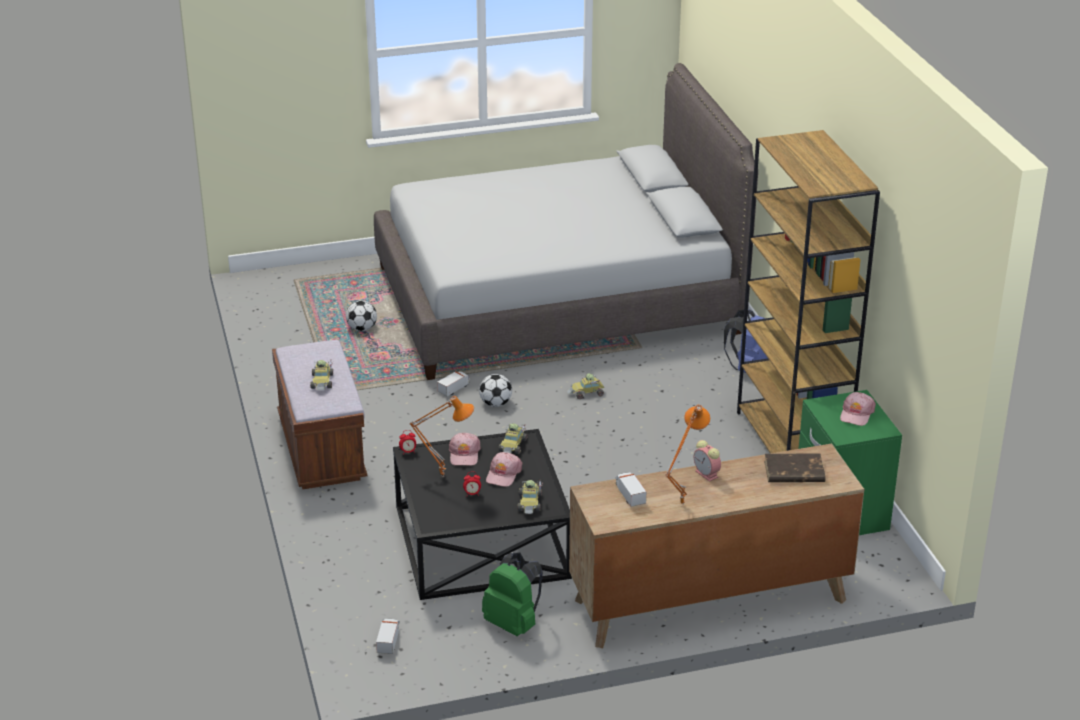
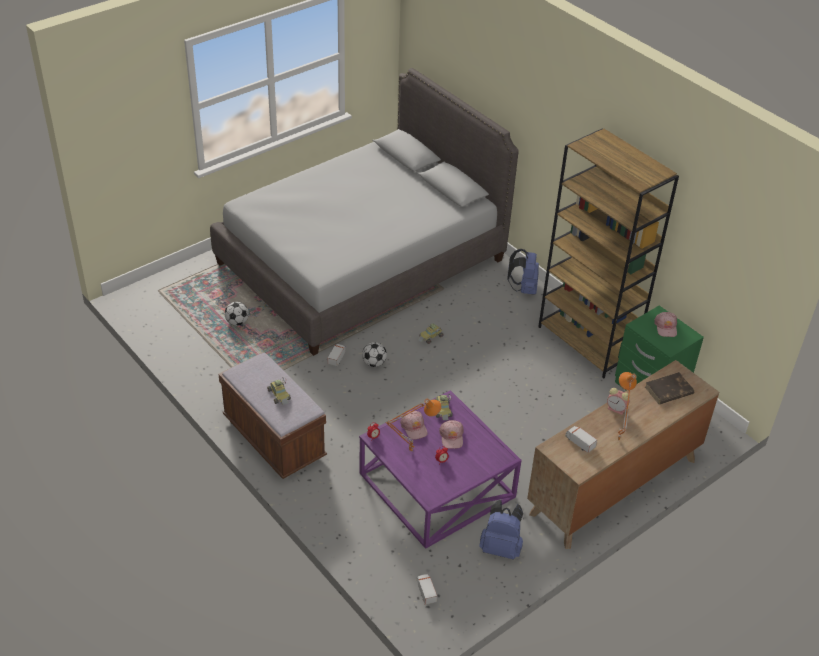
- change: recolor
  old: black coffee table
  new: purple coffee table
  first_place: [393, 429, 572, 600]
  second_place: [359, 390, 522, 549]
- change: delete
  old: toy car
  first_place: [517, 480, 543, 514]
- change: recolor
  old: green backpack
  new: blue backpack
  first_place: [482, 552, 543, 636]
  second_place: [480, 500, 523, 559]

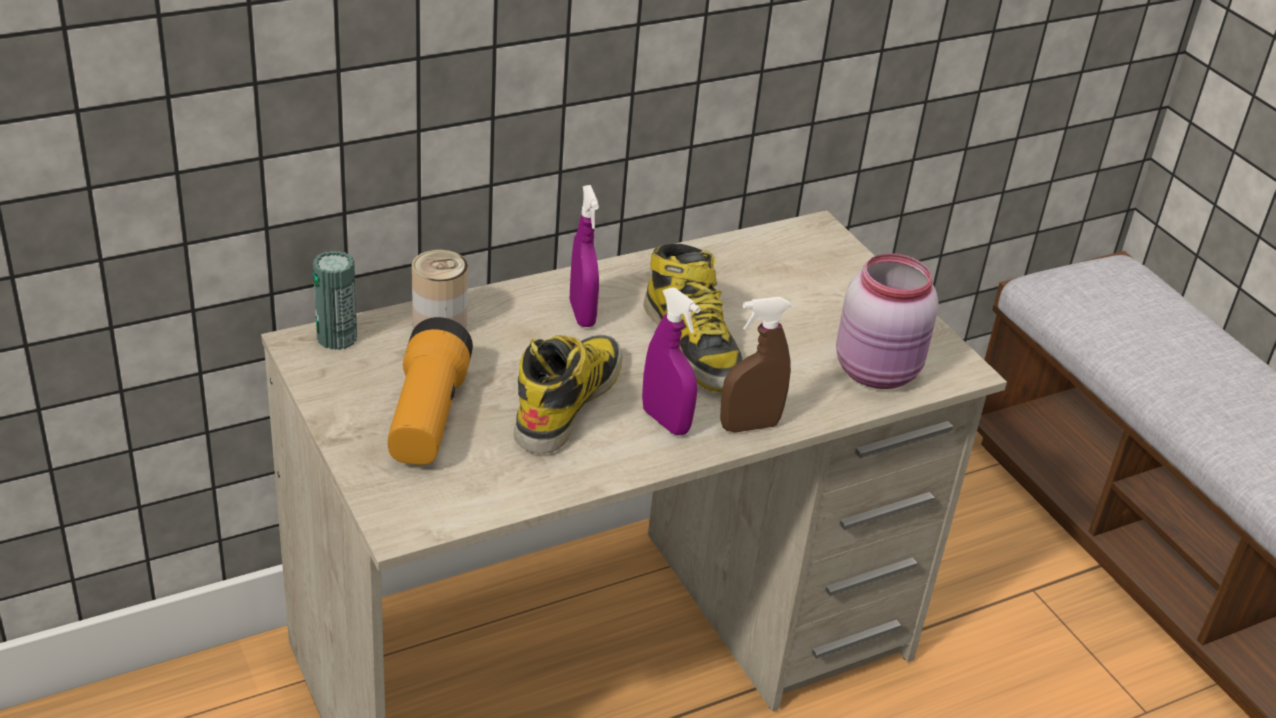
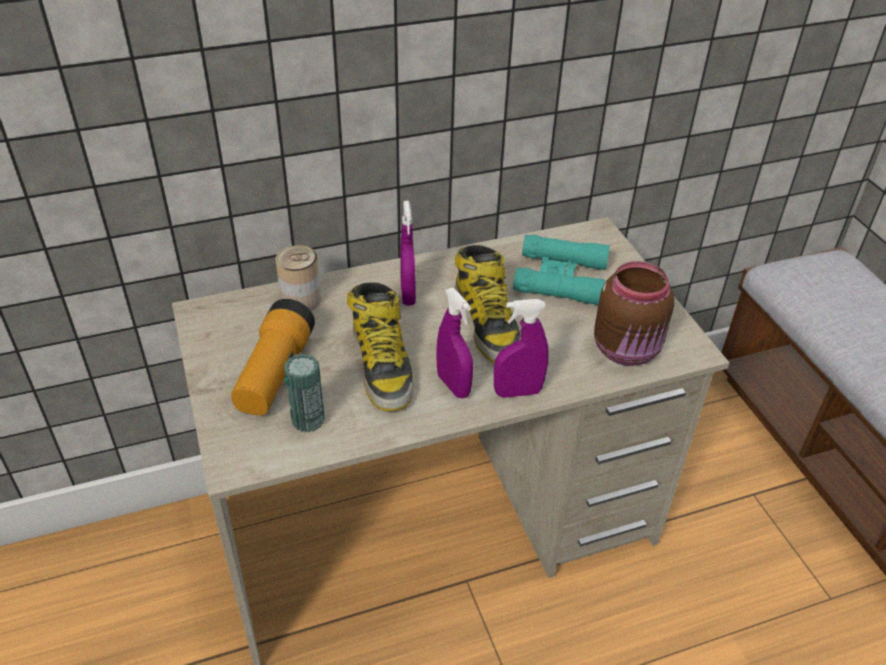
- change: move
  old: can
  first_place: [313, 251, 357, 350]
  second_place: [284, 354, 325, 432]
- change: recolor
  old: pink jar
  new: brown jar
  first_place: [836, 253, 939, 389]
  second_place: [594, 261, 674, 366]
- change: recolor
  old: brown spray bottle
  new: purple spray bottle
  first_place: [720, 297, 791, 433]
  second_place: [494, 299, 549, 398]
- change: rotate
  old: boot
  first_place: [514, 334, 623, 454]
  second_place: [347, 282, 414, 412]
  degrees: 135
- change: insert
  new: turquoise binoculars
  second_place: [513, 235, 610, 305]

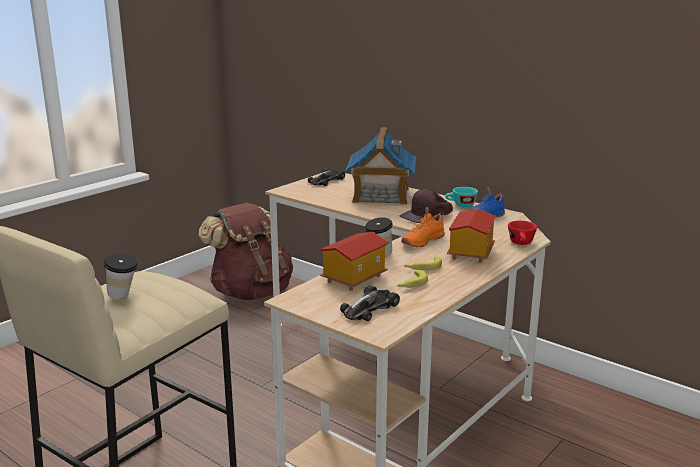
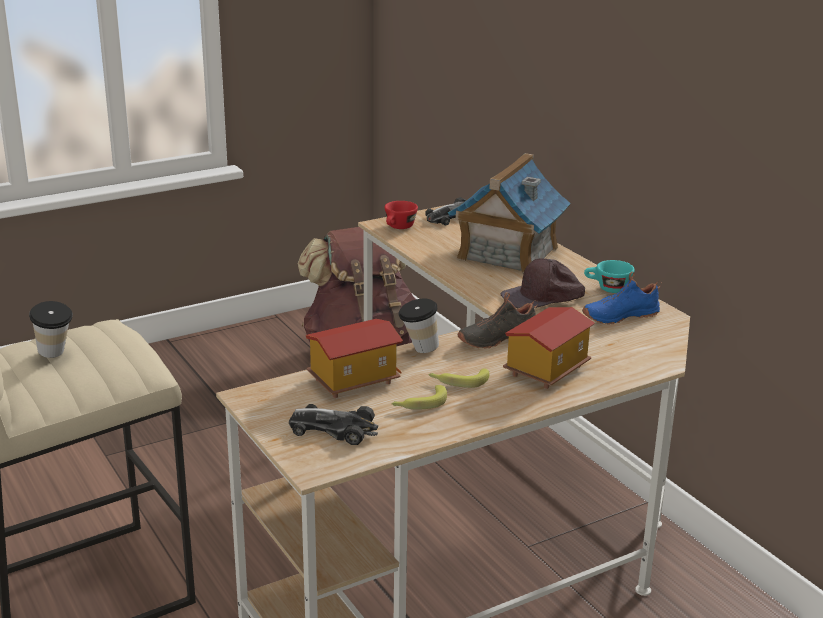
- change: recolor
  old: orange shoe
  new: black shoe
  first_place: [401, 207, 445, 247]
  second_place: [458, 292, 538, 349]
- change: move
  old: red cup
  first_place: [508, 221, 537, 245]
  second_place: [384, 201, 418, 229]
- change: rotate
  old: toy car
  first_place: [340, 285, 400, 321]
  second_place: [289, 404, 378, 445]
  degrees: 45

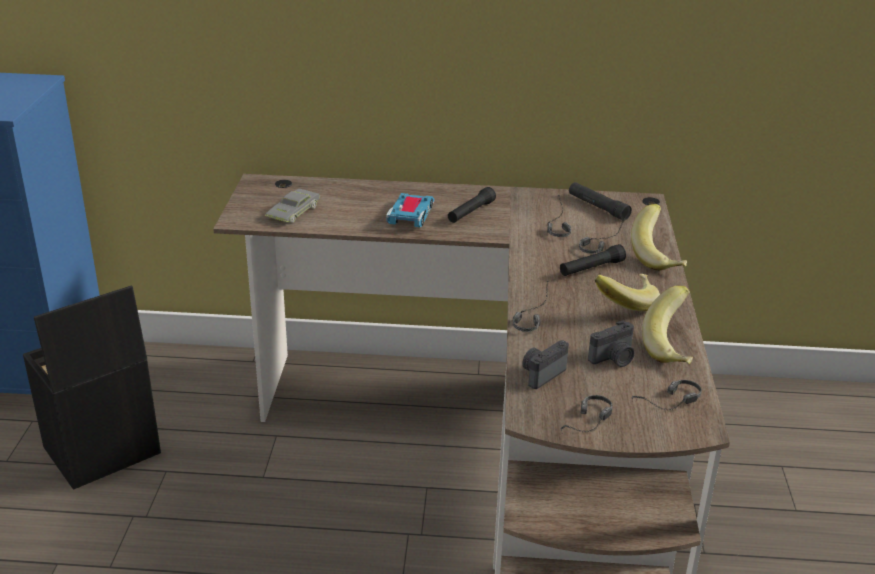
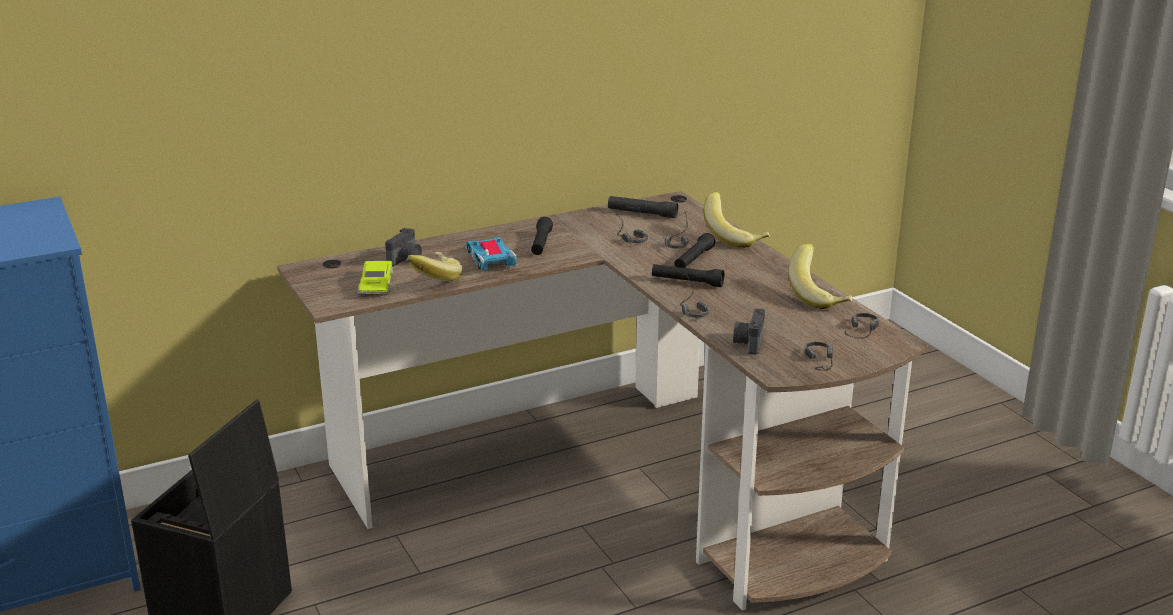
- change: recolor
  old: grey toy car
  new: green toy car
  first_place: [265, 189, 320, 223]
  second_place: [358, 261, 393, 294]
- change: move
  old: banana
  first_place: [594, 274, 660, 311]
  second_place: [406, 252, 463, 281]
- change: move
  old: photo camera
  first_place: [588, 320, 635, 367]
  second_place: [385, 228, 422, 266]
- change: insert
  new: black flashlight
  second_place: [652, 264, 724, 287]

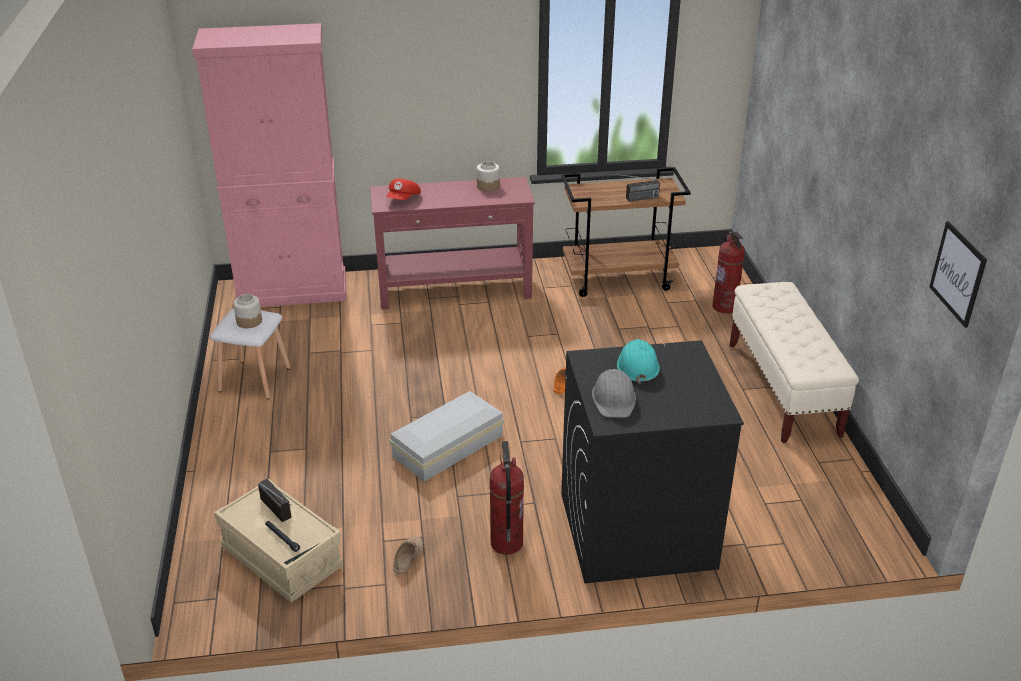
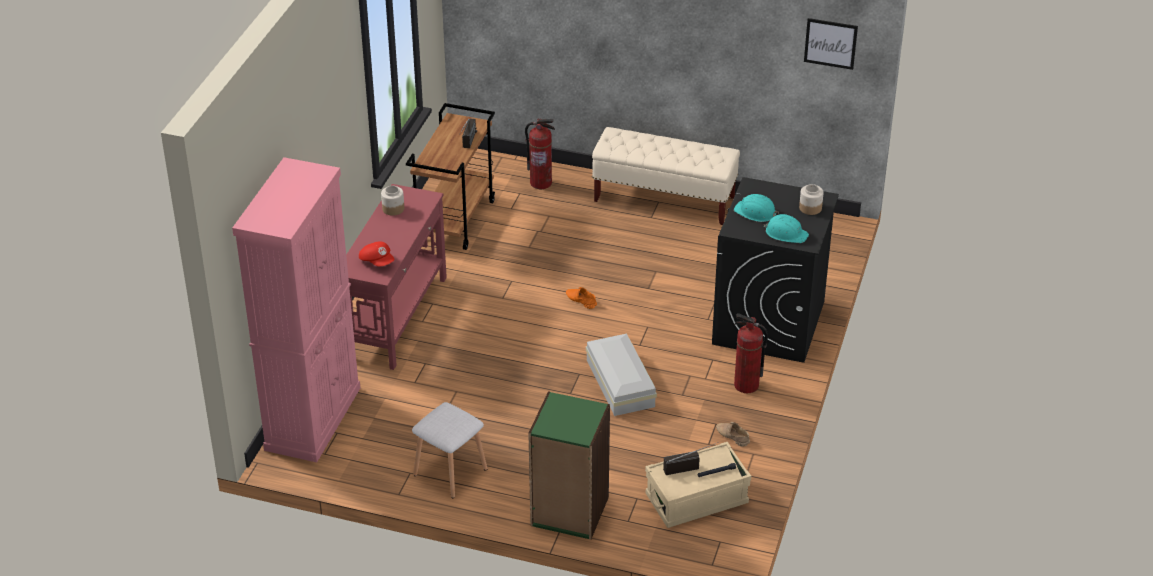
- change: move
  old: jar
  first_place: [233, 294, 262, 328]
  second_place: [799, 184, 824, 215]
- change: recolor
  old: grey hard hat
  new: turquoise hard hat
  first_place: [592, 369, 636, 418]
  second_place: [764, 214, 809, 243]
- change: insert
  new: green bookcase
  second_place: [528, 391, 610, 540]

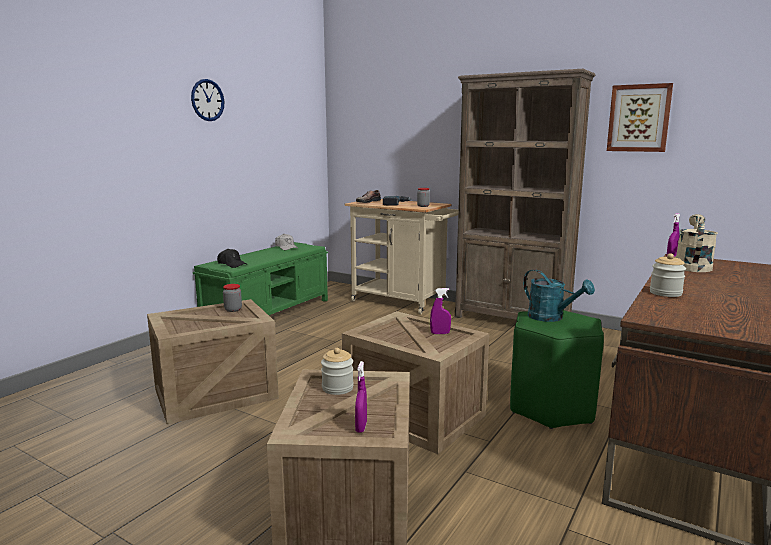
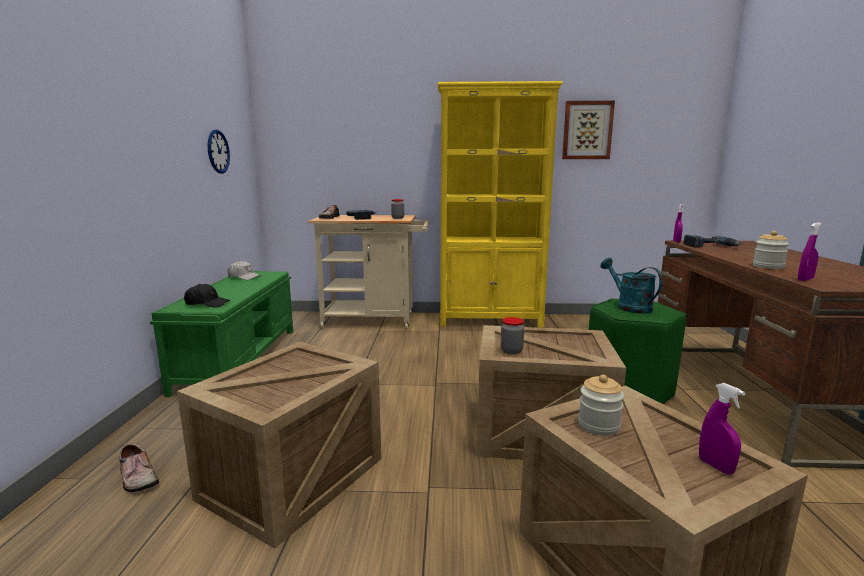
- change: recolor
  old: brown bookcase
  new: yellow bookcase
  first_place: [455, 69, 596, 320]
  second_place: [438, 81, 563, 328]
- change: move
  old: wall clock
  first_place: [191, 79, 224, 121]
  second_place: [208, 130, 230, 174]
- change: replace
  old: beige watering can
  new: power drill
  first_place: [676, 214, 718, 272]
  second_place: [684, 235, 741, 248]
- change: rotate
  old: turquoise watering can
  first_place: [523, 269, 595, 322]
  second_place: [601, 258, 663, 314]
  degrees: -135
- change: move
  old: jar
  first_place: [223, 284, 242, 312]
  second_place: [500, 317, 524, 354]
- change: move
  old: purple spray bottle
  first_place: [430, 288, 451, 334]
  second_place: [798, 222, 822, 281]
- change: insert
  new: shoe
  second_place: [119, 444, 159, 492]

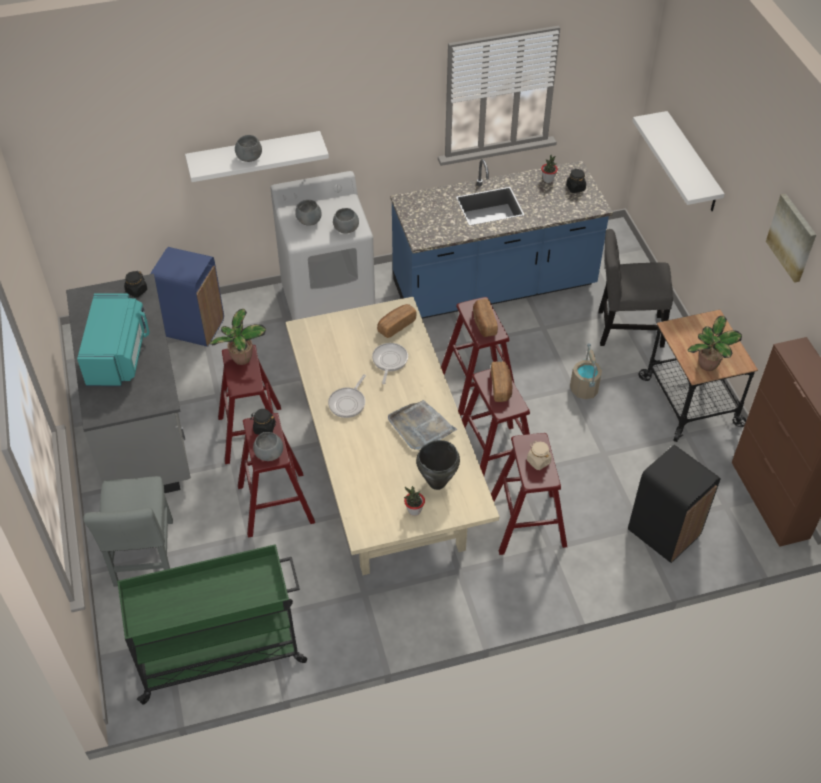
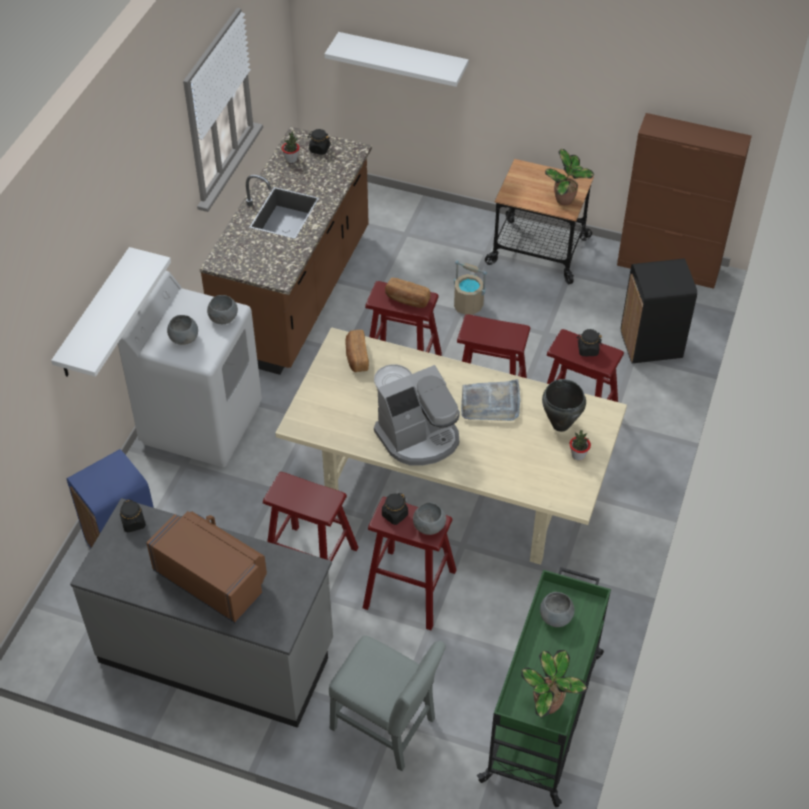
- change: move
  old: grey bowl
  first_place: [235, 135, 262, 162]
  second_place: [540, 592, 574, 627]
- change: recolor
  old: blue counter
  new: brown counter
  first_place: [390, 159, 613, 319]
  second_place: [200, 127, 372, 375]
- change: delete
  old: picture
  first_place: [766, 194, 816, 283]
- change: delete
  old: grey chair
  first_place: [598, 229, 673, 347]
- change: recolor
  old: turquoise microwave
  new: brown microwave
  first_place: [77, 293, 150, 386]
  second_place: [146, 511, 267, 623]
- change: move
  old: potted plant
  first_place: [210, 309, 266, 365]
  second_place: [521, 650, 587, 718]
- change: delete
  old: bread
  first_place: [491, 361, 513, 402]
- change: replace
  old: frying pan
  new: coffee machine
  first_place: [328, 374, 366, 418]
  second_place: [374, 365, 460, 466]
- change: recolor
  old: beige jar
  new: black jar
  first_place: [527, 441, 552, 470]
  second_place: [577, 329, 602, 356]

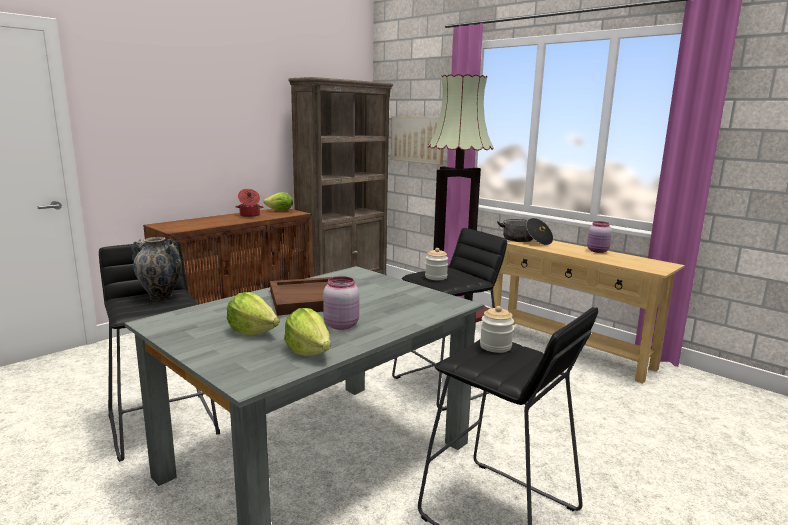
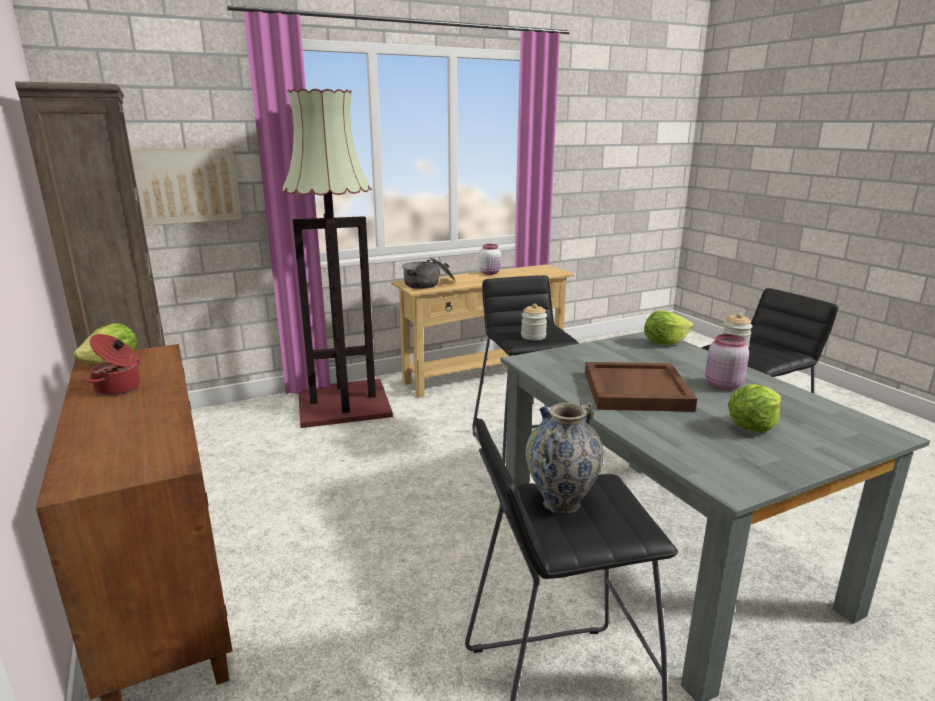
- change: recolor
  old: pink jar
  new: white jar
  first_place: [587, 221, 612, 253]
  second_place: [479, 244, 501, 275]
- change: move
  old: lettuce
  first_place: [284, 308, 330, 356]
  second_place: [644, 311, 694, 345]

